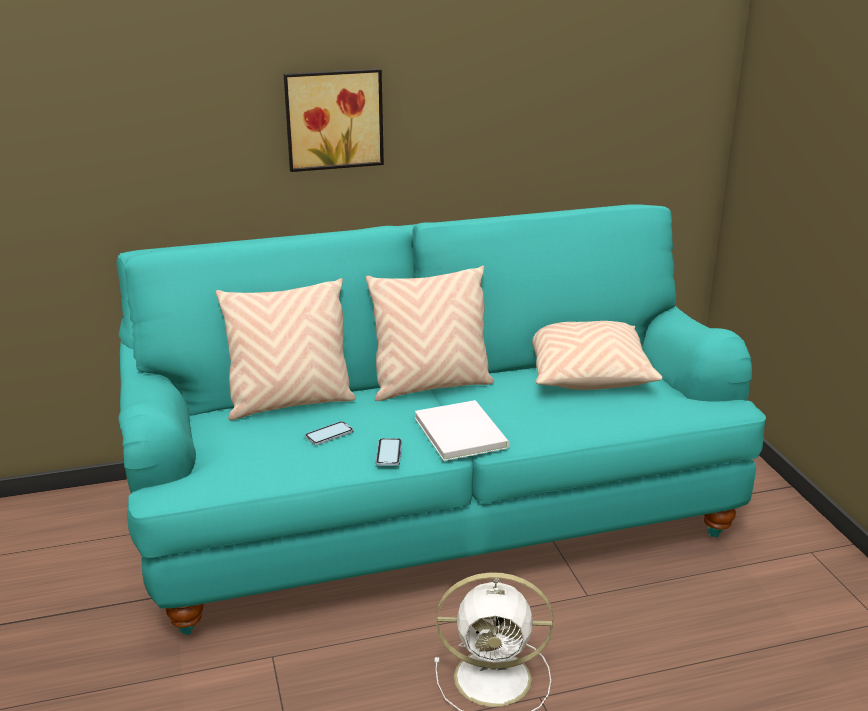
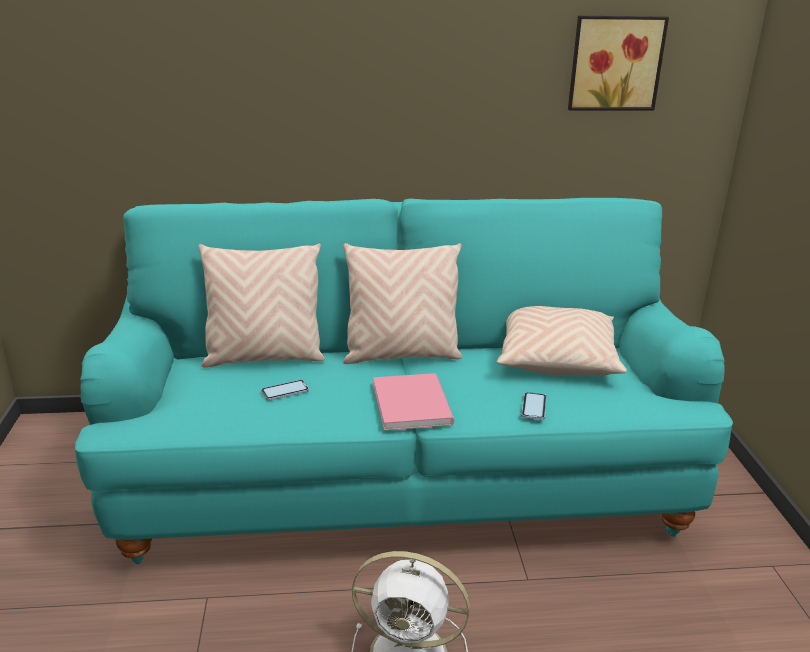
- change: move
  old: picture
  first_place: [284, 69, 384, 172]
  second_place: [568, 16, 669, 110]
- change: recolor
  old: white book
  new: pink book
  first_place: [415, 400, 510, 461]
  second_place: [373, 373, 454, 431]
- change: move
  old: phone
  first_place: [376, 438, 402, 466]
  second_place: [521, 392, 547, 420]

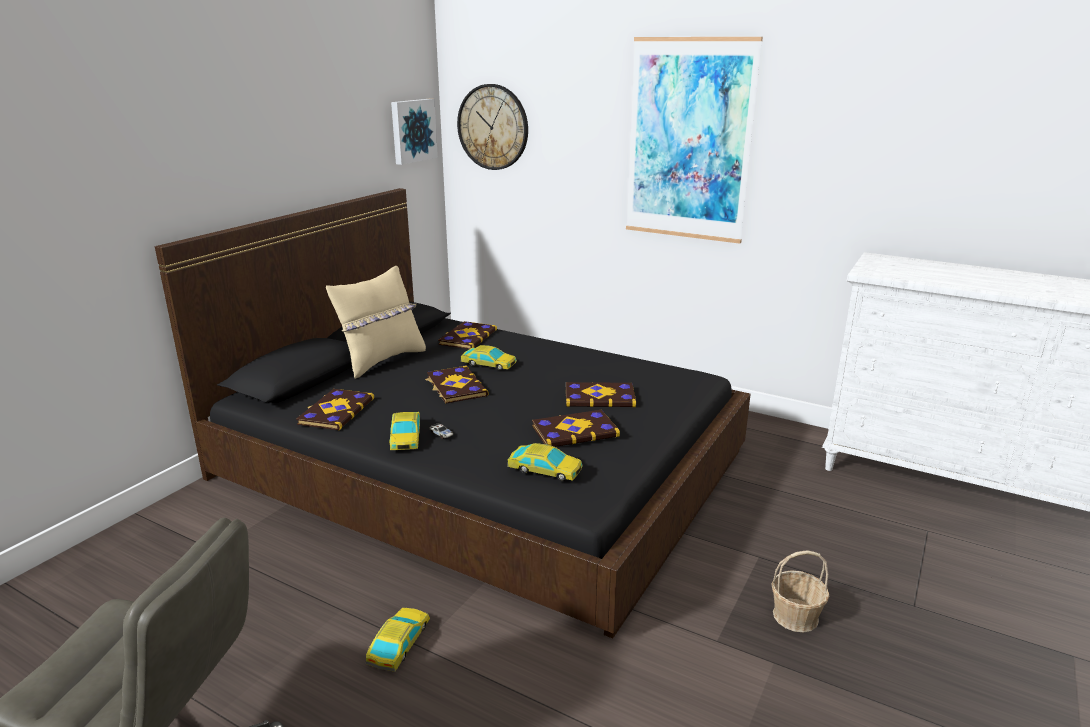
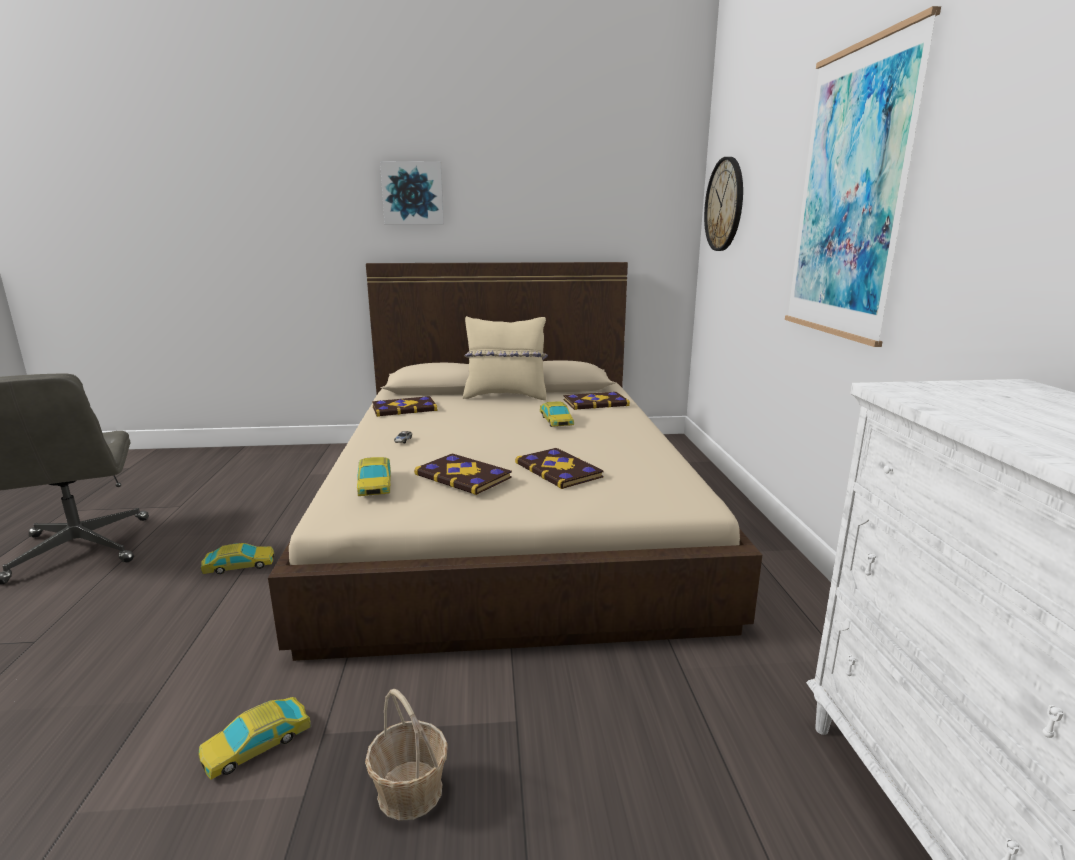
- change: move
  old: picture
  first_place: [391, 99, 438, 165]
  second_place: [380, 161, 444, 225]
- change: recolor
  old: black bed
  new: beige bed
  first_place: [155, 188, 751, 638]
  second_place: [268, 262, 762, 661]
- change: delete
  old: book
  first_place: [425, 365, 489, 404]
- change: move
  old: toy car
  first_place: [389, 412, 420, 450]
  second_place: [198, 697, 312, 780]

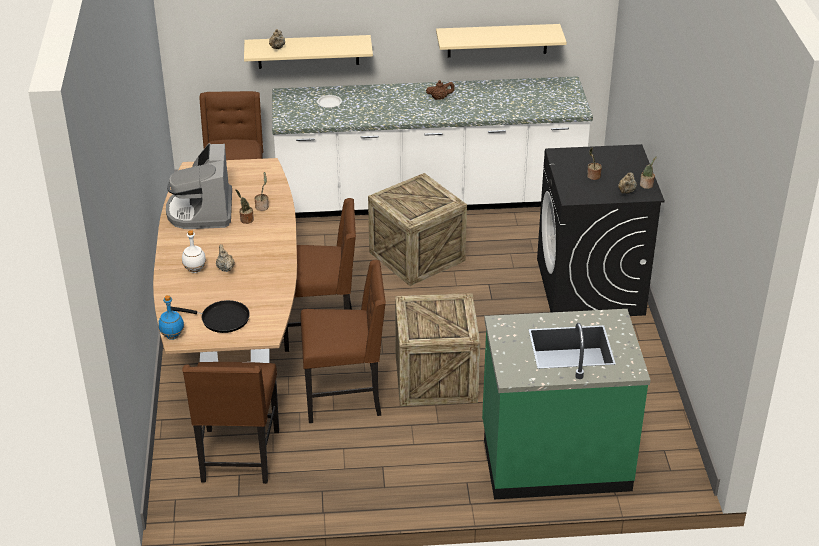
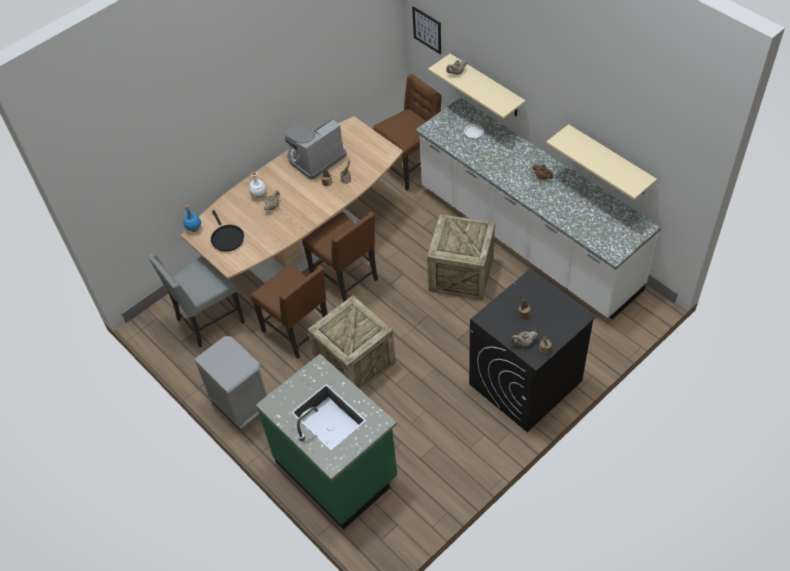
- change: recolor
  old: brown chair
  new: grey chair
  first_place: [182, 362, 279, 484]
  second_place: [148, 253, 245, 348]
- change: insert
  new: picture
  second_place: [412, 6, 441, 54]
- change: insert
  new: grey nightstand
  second_place: [194, 336, 267, 431]

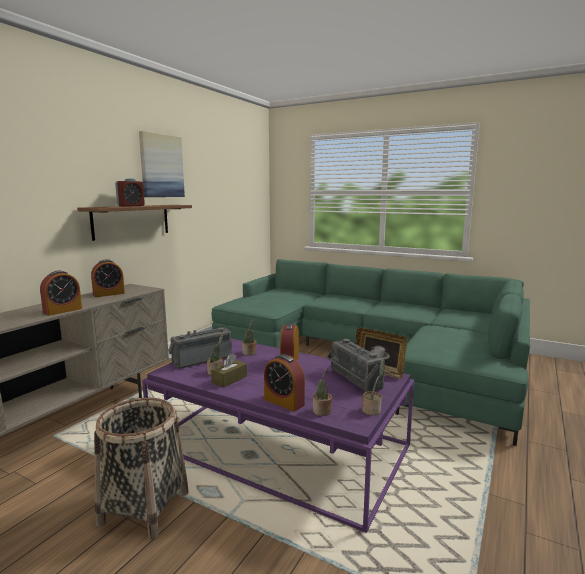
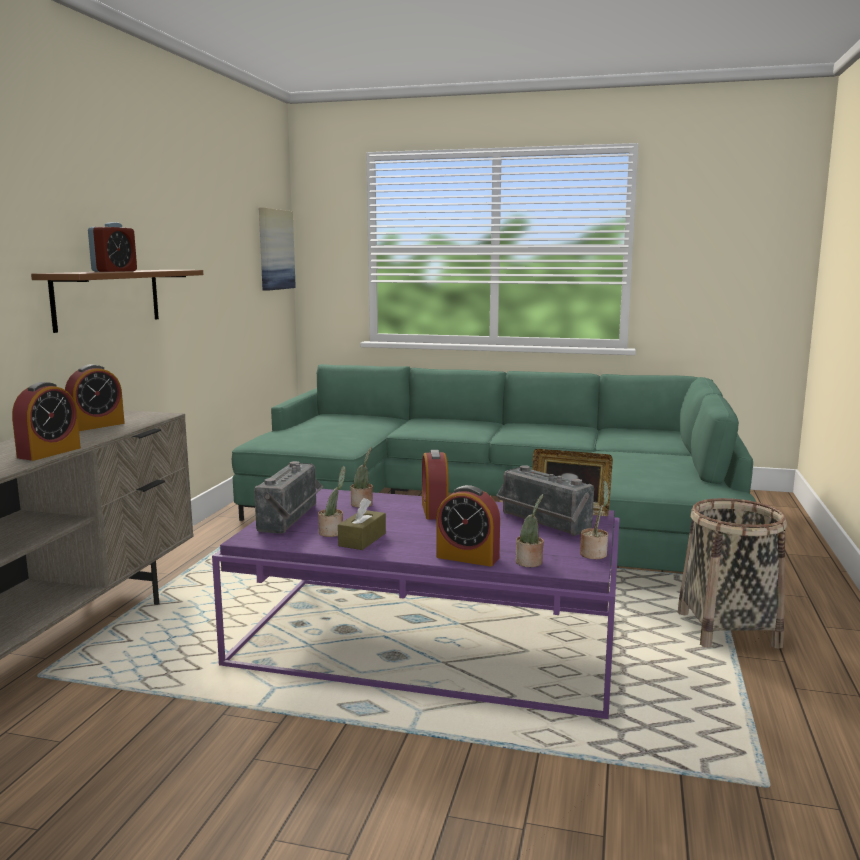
- change: move
  old: picture
  first_place: [139, 131, 185, 197]
  second_place: [259, 208, 296, 291]
- change: rotate
  old: radio
  first_place: [168, 327, 232, 369]
  second_place: [254, 461, 323, 534]
  degrees: 150
- change: move
  old: basket
  first_place: [94, 398, 188, 539]
  second_place: [678, 498, 787, 649]

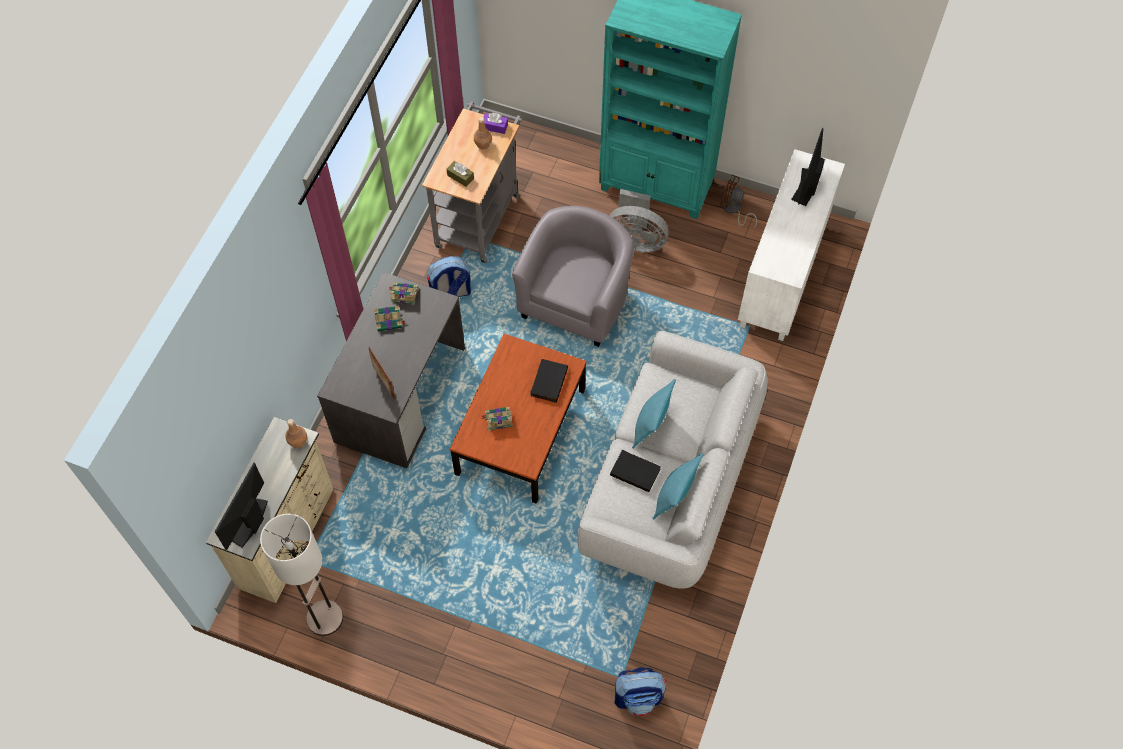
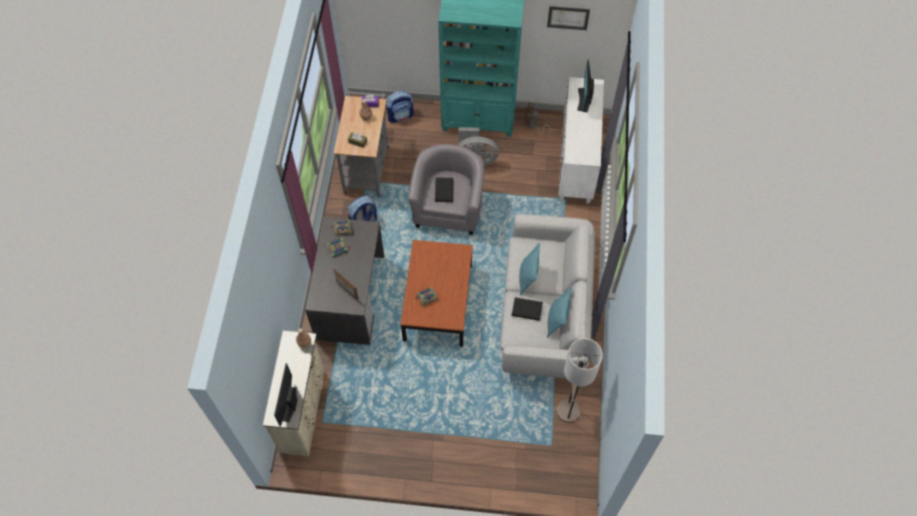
- change: move
  old: black book
  first_place: [530, 359, 568, 403]
  second_place: [435, 178, 453, 202]
- change: move
  old: floor lamp
  first_place: [260, 514, 343, 636]
  second_place: [556, 338, 603, 423]
- change: move
  old: backpack
  first_place: [614, 667, 666, 716]
  second_place: [386, 90, 414, 123]
- change: insert
  new: picture
  second_place: [547, 6, 590, 30]

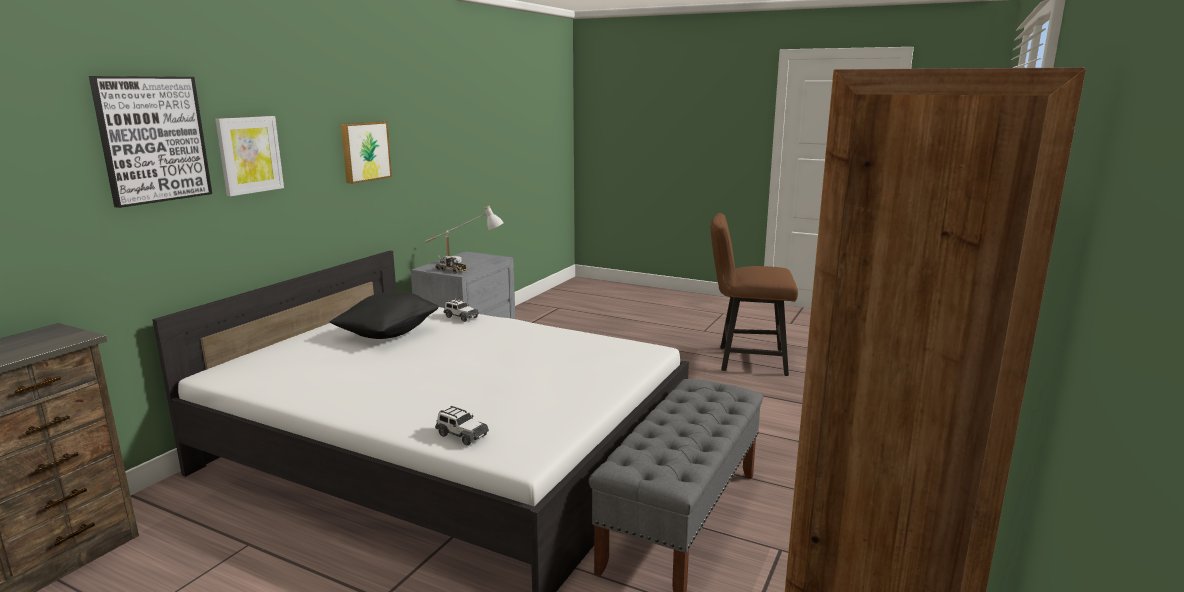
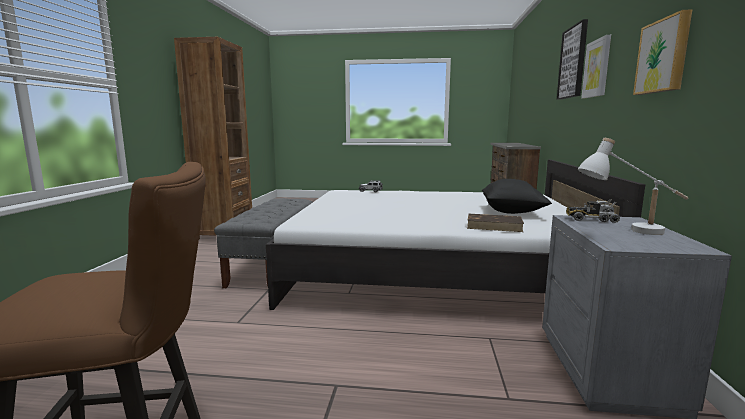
- change: replace
  old: toy car
  new: brown book
  first_place: [444, 299, 479, 322]
  second_place: [467, 214, 524, 232]

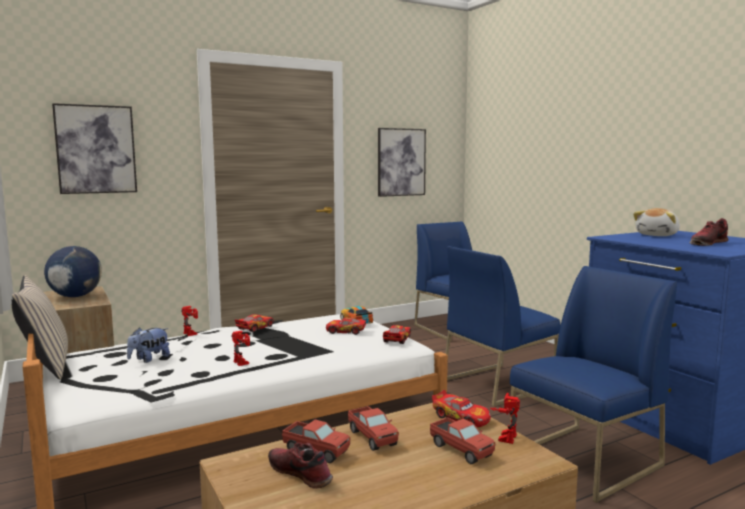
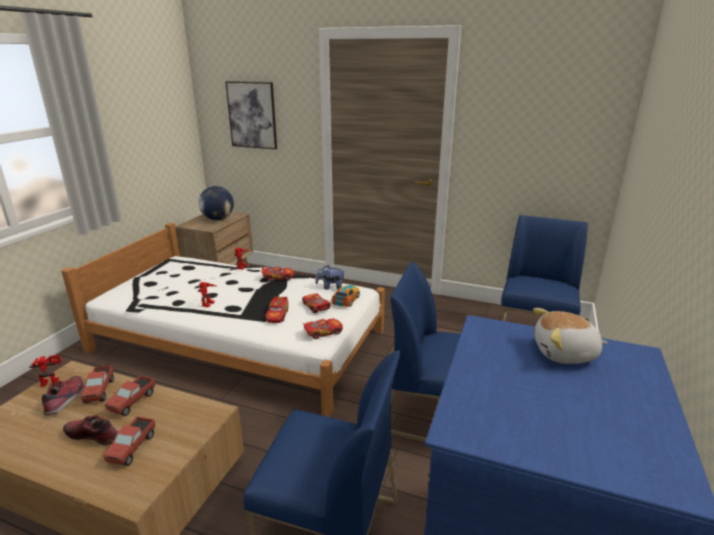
- change: delete
  old: picture
  first_place: [378, 128, 426, 197]
- change: move
  old: shoe
  first_place: [689, 218, 728, 246]
  second_place: [63, 415, 119, 446]
- change: delete
  old: beige pillow
  first_place: [12, 275, 68, 380]
- change: move
  old: plush toy
  first_place: [127, 328, 170, 363]
  second_place: [315, 265, 344, 290]
- change: move
  old: toy car
  first_place: [432, 390, 491, 427]
  second_place: [266, 296, 288, 323]
- change: move
  old: toy robot
  first_place: [490, 393, 520, 444]
  second_place: [29, 355, 61, 387]

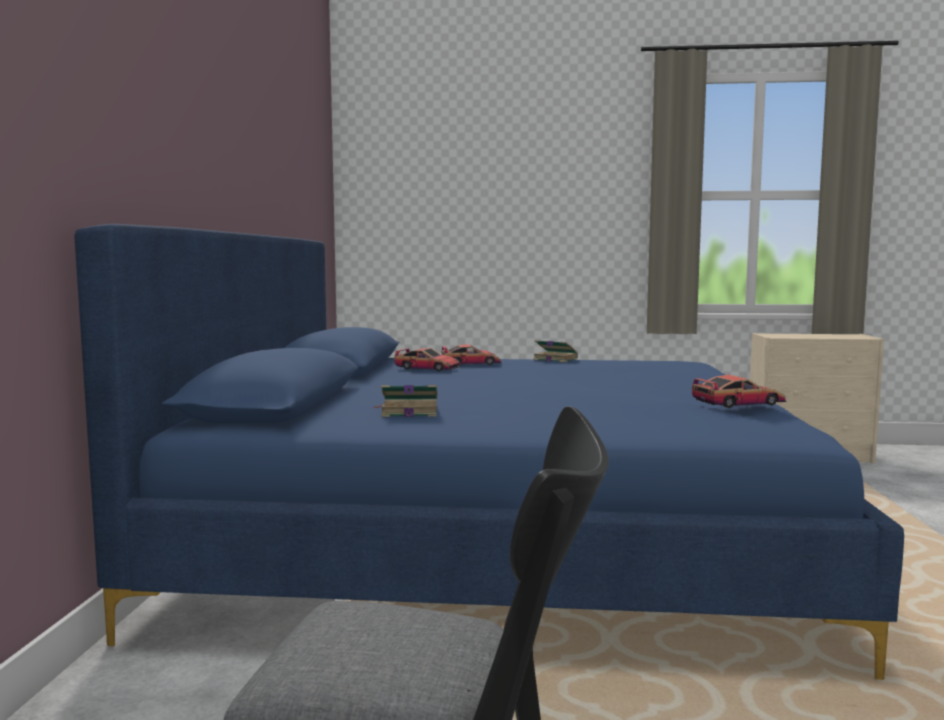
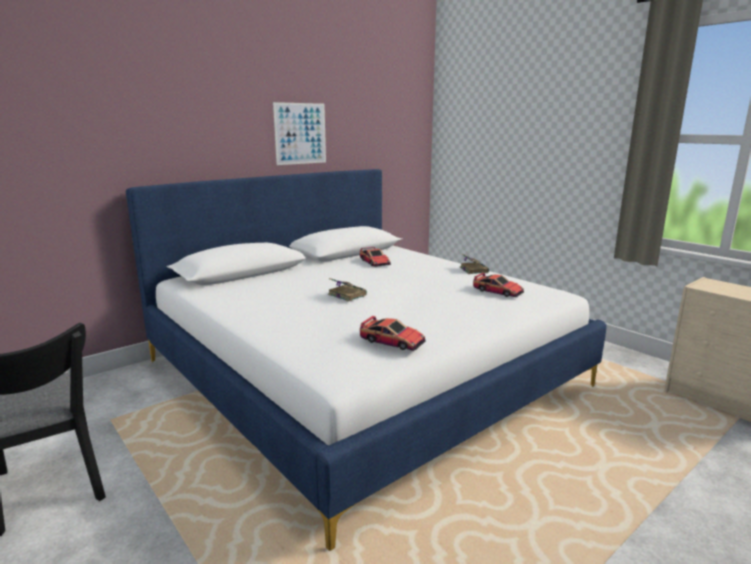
- change: recolor
  old: blue bed
  new: white bed
  first_place: [74, 224, 904, 680]
  second_place: [126, 169, 607, 551]
- change: move
  old: toy car
  first_place: [442, 344, 502, 365]
  second_place: [473, 273, 524, 297]
- change: move
  old: book
  first_place: [374, 385, 437, 417]
  second_place: [328, 278, 367, 302]
- change: insert
  new: picture
  second_place: [273, 102, 326, 165]

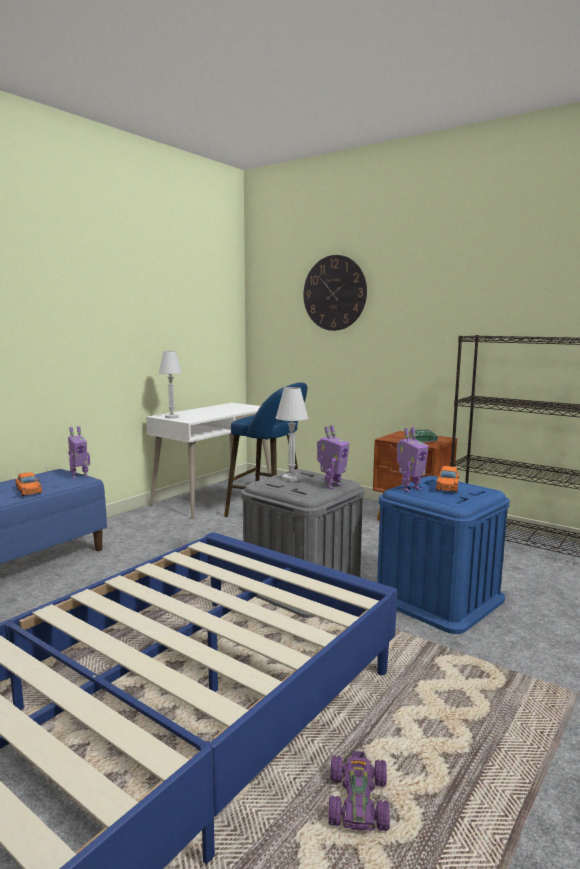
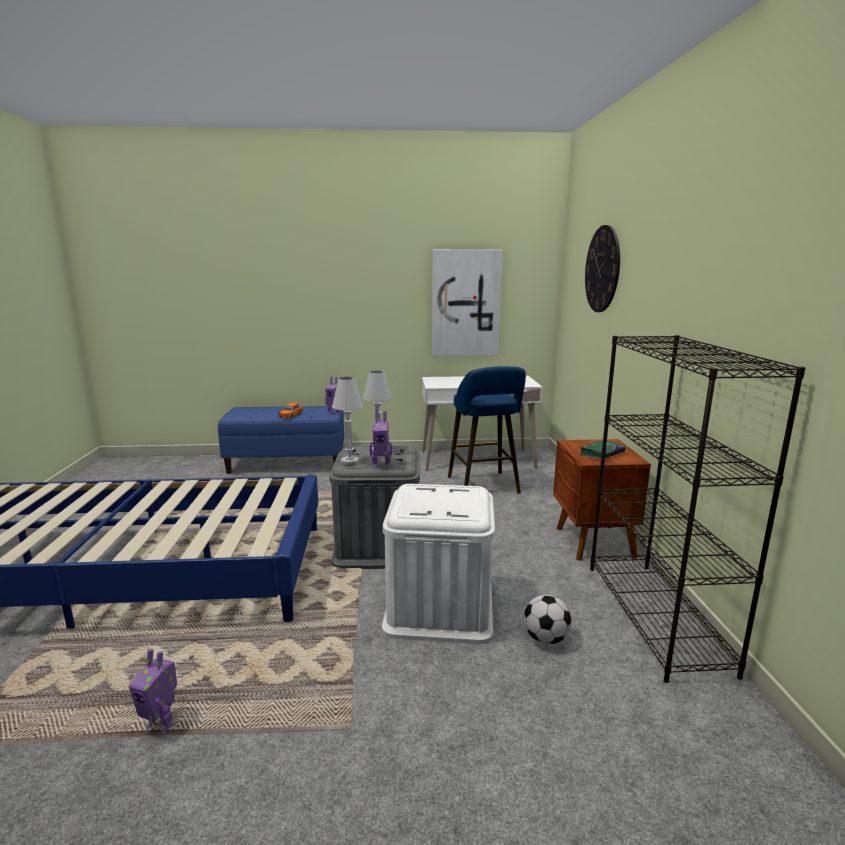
- change: move
  old: white table lamp
  first_place: [159, 351, 182, 419]
  second_place: [332, 377, 363, 465]
- change: move
  old: toy robot
  first_place: [397, 427, 429, 492]
  second_place: [129, 649, 177, 733]
- change: delete
  old: orange toy car
  first_place: [436, 466, 459, 492]
- change: recolor
  old: blue storage box
  new: white storage box
  first_place: [377, 476, 510, 634]
  second_place: [382, 484, 495, 644]
- change: delete
  old: purple toy car
  first_place: [329, 751, 390, 832]
- change: insert
  new: picture
  second_place: [432, 249, 503, 356]
- change: insert
  new: football
  second_place: [524, 595, 572, 644]

